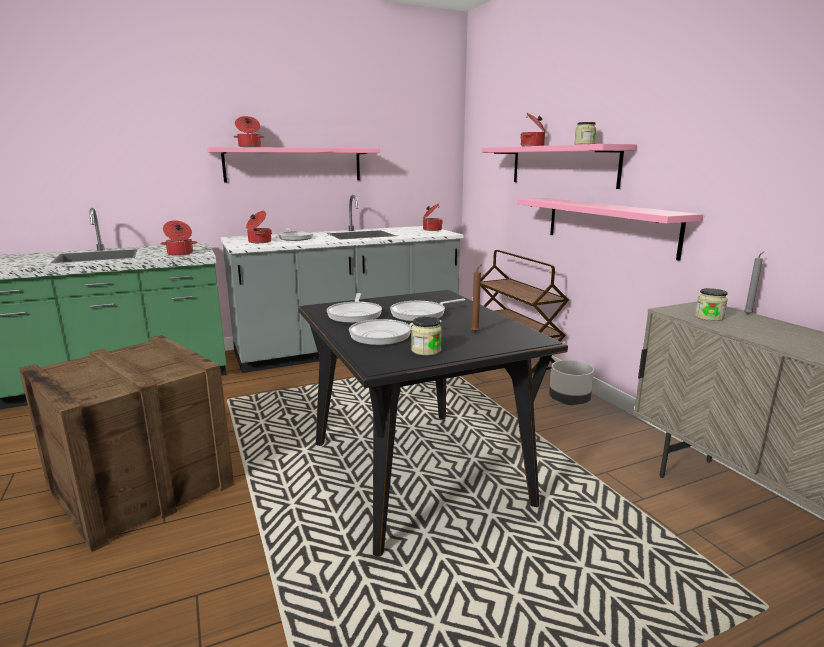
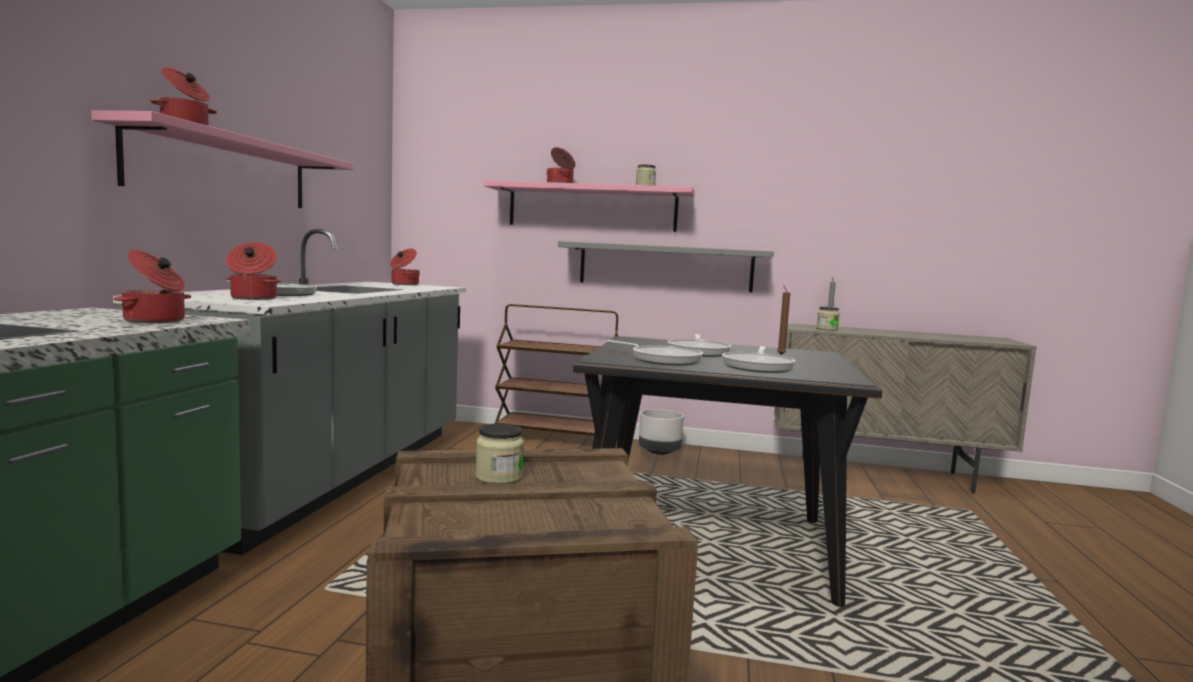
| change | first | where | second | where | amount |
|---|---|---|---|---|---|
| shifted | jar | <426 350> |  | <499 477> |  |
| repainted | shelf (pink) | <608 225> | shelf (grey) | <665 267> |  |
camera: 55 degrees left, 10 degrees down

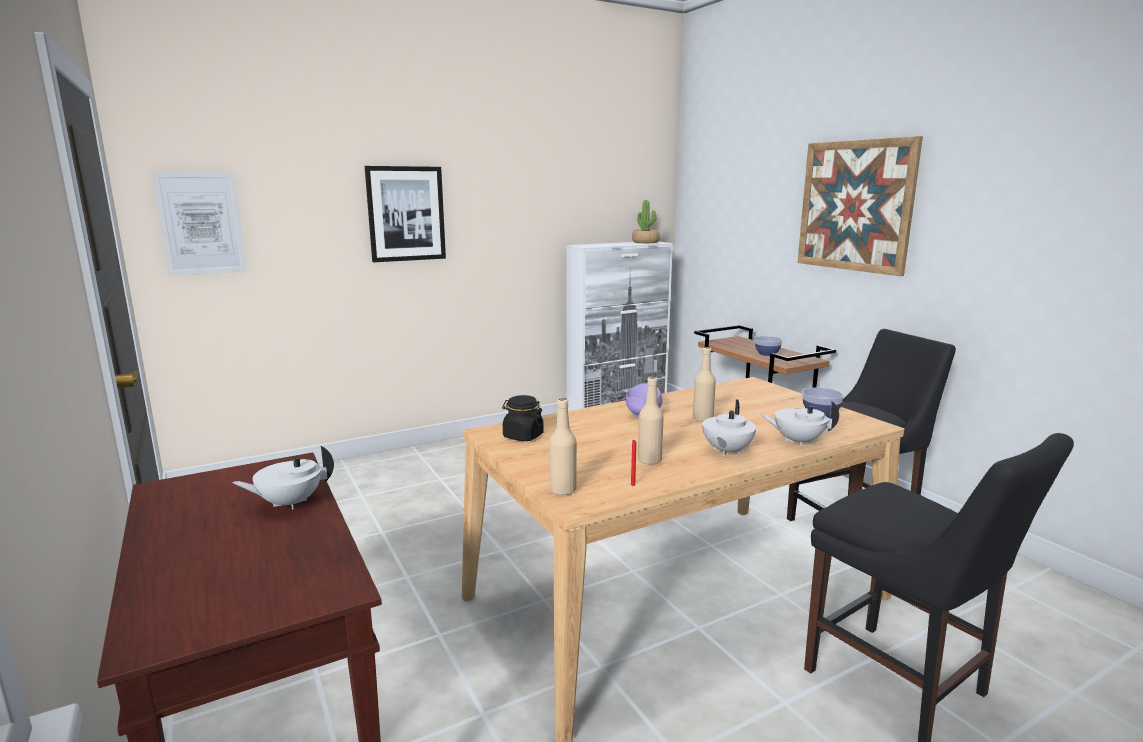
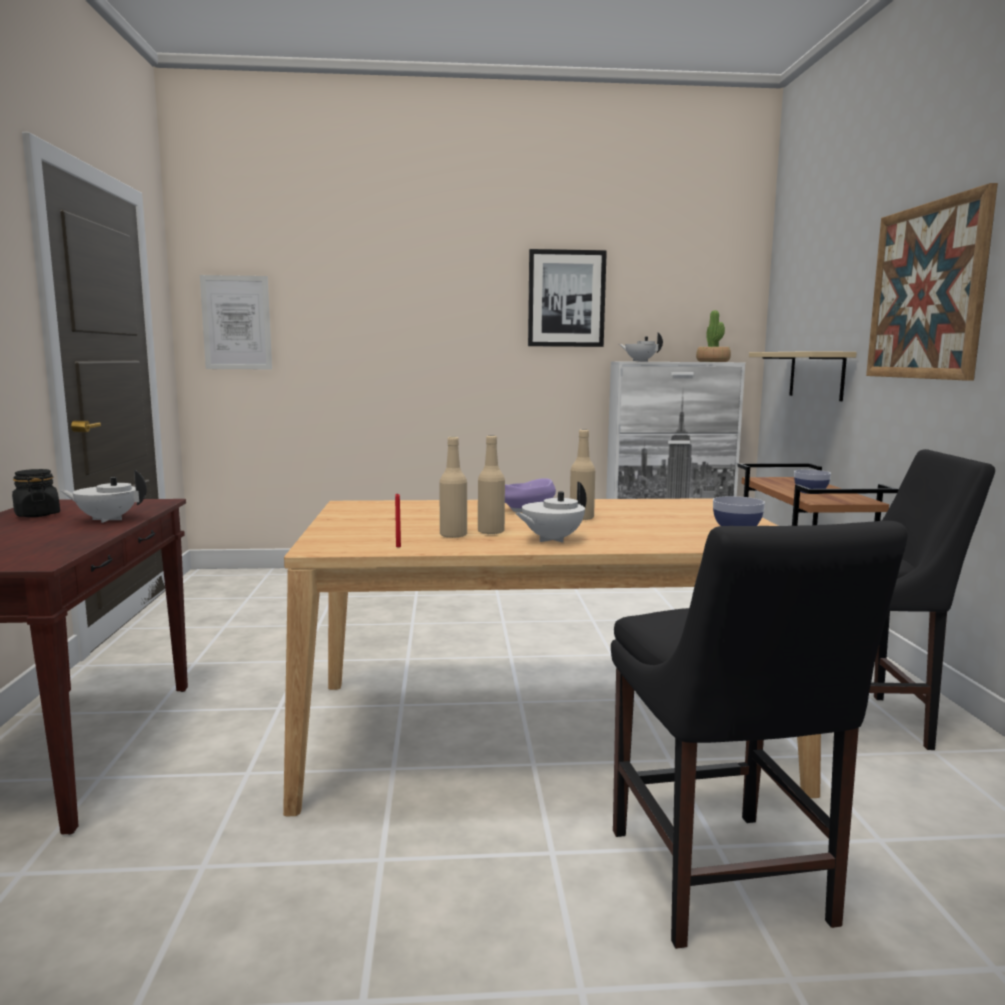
| change | first | where | second | where | amount |
|---|---|---|---|---|---|
| new |  |  | shelf (beige) | <816 375> |  |
| shifted | picture | <406 214> |  | <566 298> |  |
| shifted | jar (black) | <523 436> |  | <37 514> |  |
| shifted | bottle (beige) | <563 490> |  | <491 532> |  |
| shifted | teapot (white) | <797 441> |  | <640 361> |  |
camera: 25 degrees right, 5 degrees down

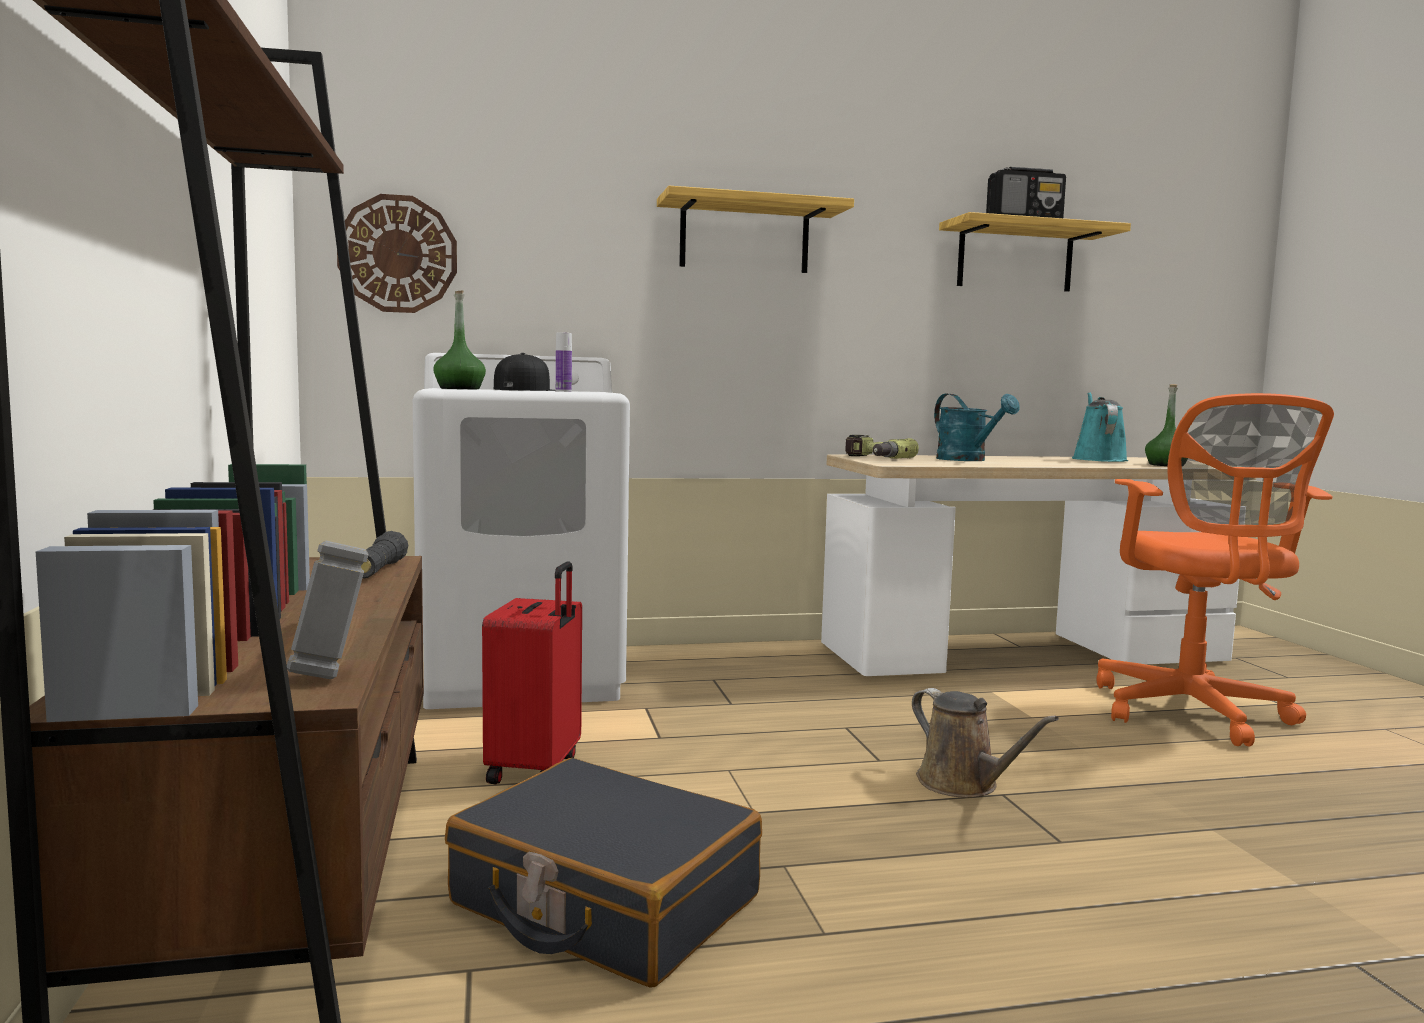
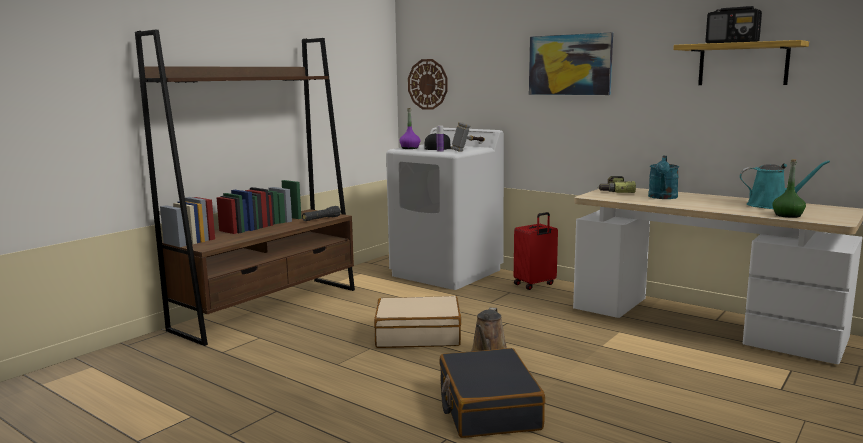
| change | first | where | second | where | amount |
|---|---|---|---|---|---|
| gone | office chair (orange) | <1193 714> |  |  |  |
| new |  |  | suitcase (beige) | <418 335> |  |
| shifted | hammer | <332 651> |  | <469 149> |  |
| shifted | suitcase (black) | <604 902> |  | <487 408> |  |
| shifted | suitcase (red) | <536 769> |  | <535 284> |  |
| swapped | shelf | <744 237> | picture | <570 65> |  |
| repainted | bottle (green) | <459 389> | bottle (purple) | <409 148> |  |
| rotated | watering can (turquoise) | <1098 460> |  | <771 206> | 45 degrees clockwise |
camera: 50 degrees right, 5 degrees up

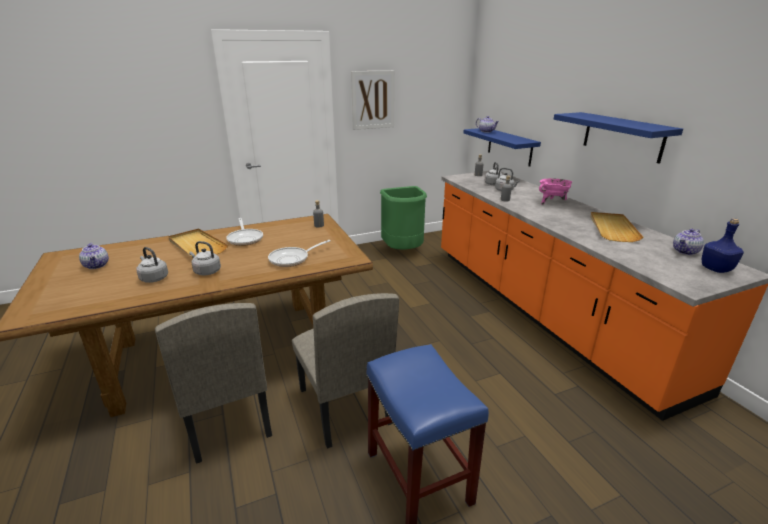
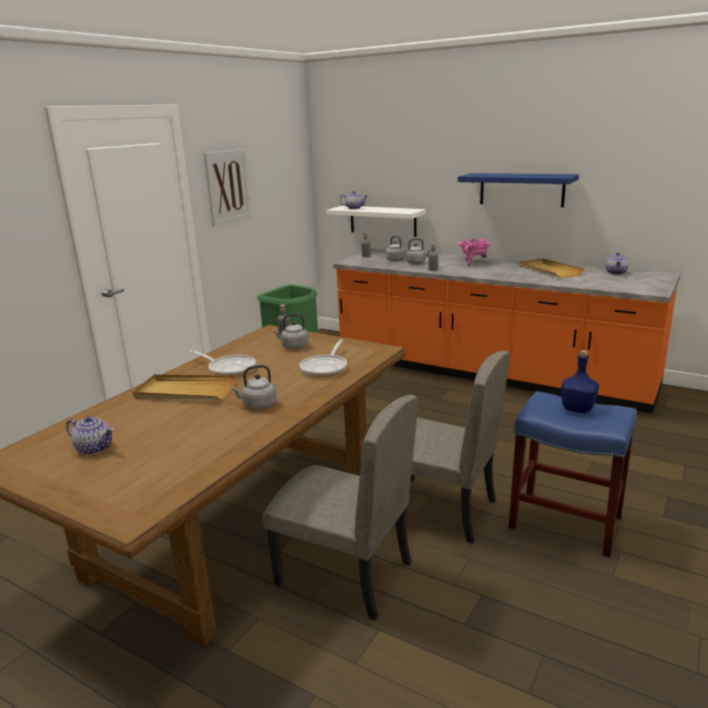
| change | first | where | second | where | amount |
|---|---|---|---|---|---|
| shifted | kettle (grey) | <153 278> |  | <293 346> |  |
| shifted | bottle (blue) | <715 269> |  | <577 409> |  |
| repainted | shelf (blue) | <509 146> | shelf (white) | <383 220> |  |
camera: 35 degrees left, 5 degrees down

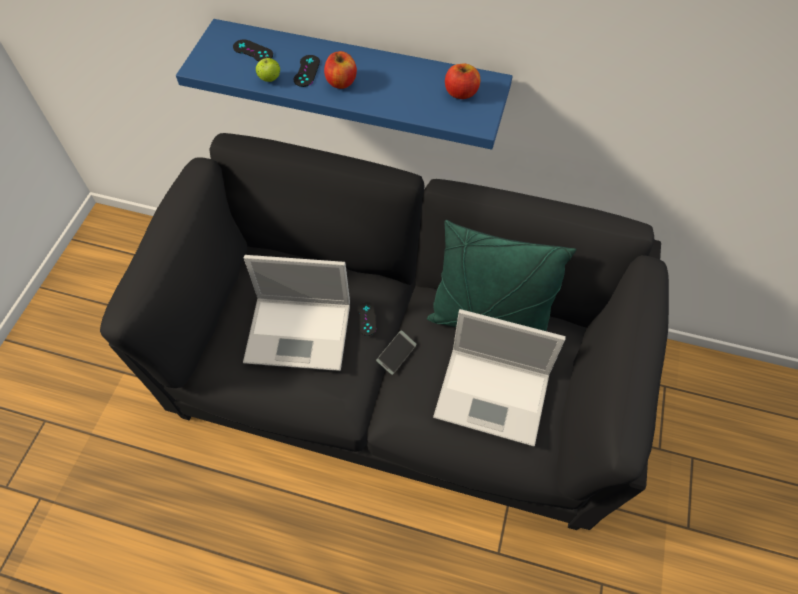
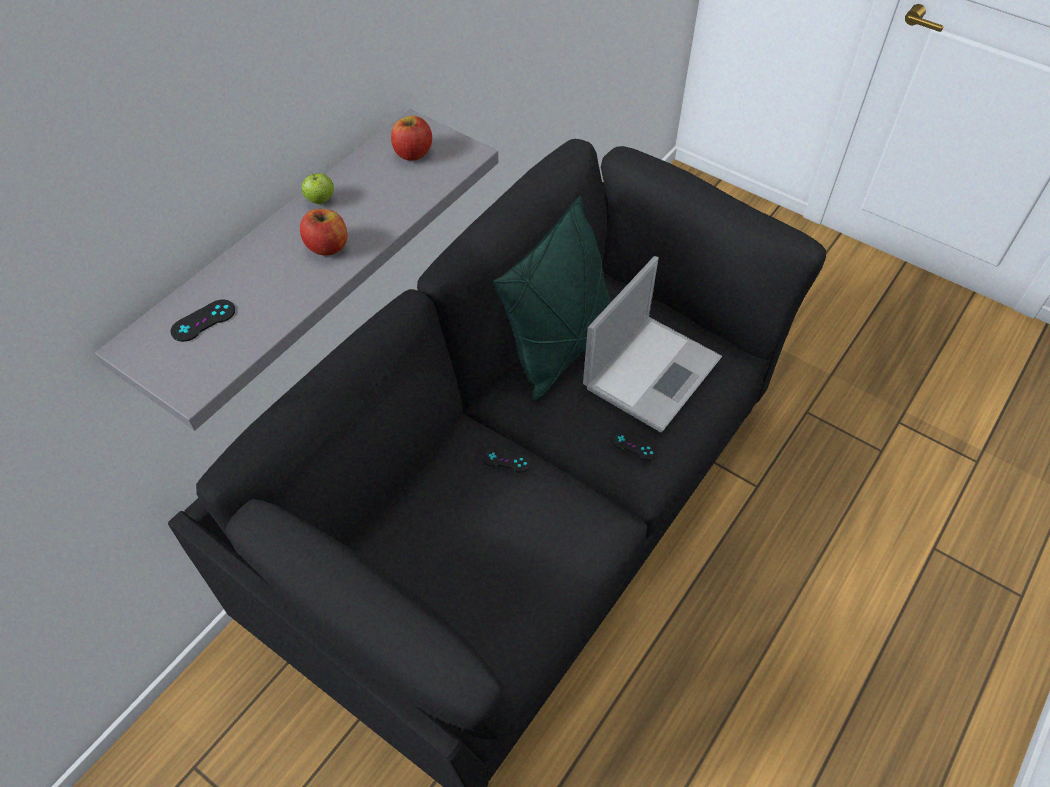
| change | first | where | second | where | amount |
|---|---|---|---|---|---|
| gone | laptop | <300 332> |  |  |  |
| gone | phone | <396 354> |  |  |  |
| shifted | apple | <269 79> |  | <320 200> |  |
| shifted | game controller (black) | <306 71> |  | <634 445> |  |
| repainted | shelf (blue) | <360 76> | shelf (grey) | <281 254> |  |
camera: 70 degrees left, 5 degrees down

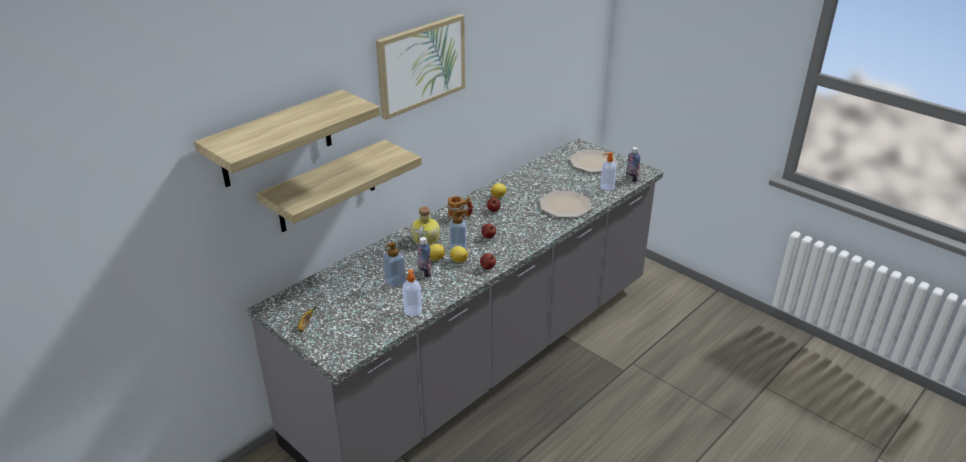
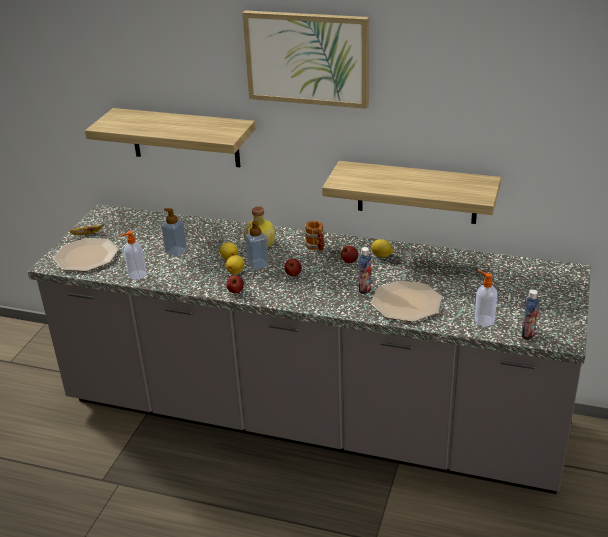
| change | first | where | second | where | amount |
|---|---|---|---|---|---|
| shifted | shelf | <276 139> |  | <416 192> |  |
| shifted | bottle | <425 273> |  | <364 289> |  |
| shifted | plate | <593 162> |  | <86 256> |  |
camera: 65 degrees right, 0 degrees up

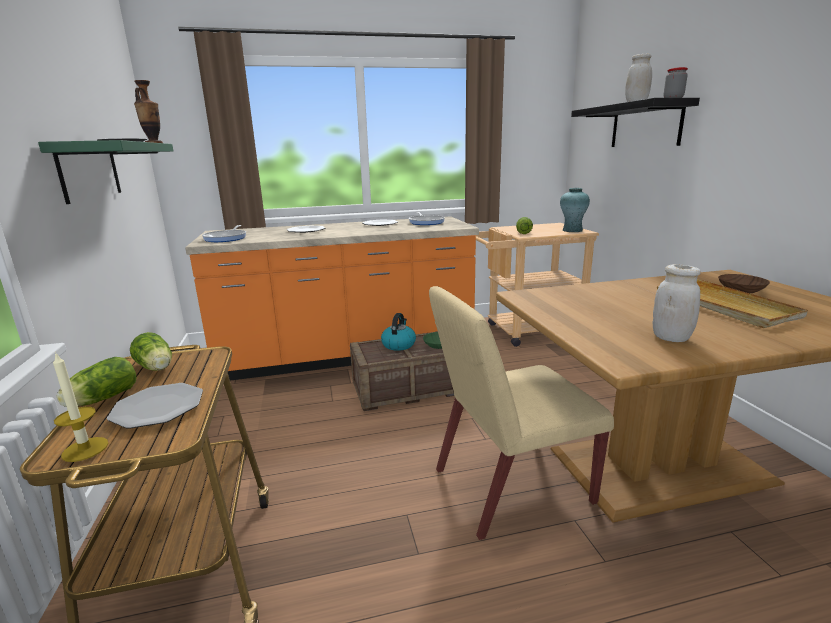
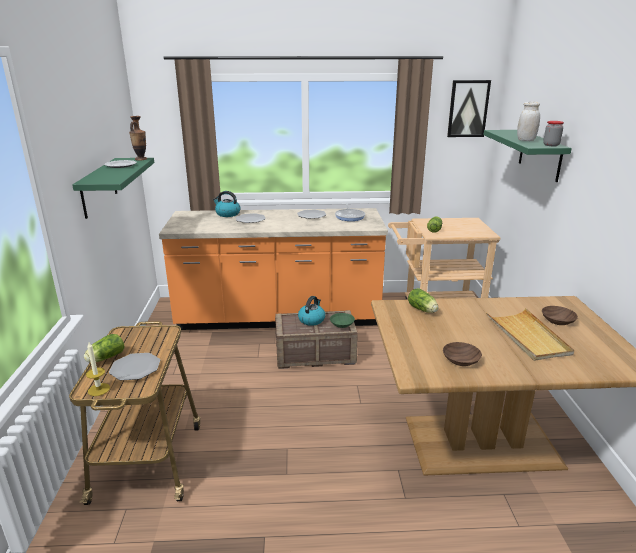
| change | first | where | second | where | amount |
|---|---|---|---|---|---|
| gone | frying pan | <226 238> |  |  |  |
| gone | chair (beige) | <510 487> |  |  |  |
| gone | vase (turquoise) | <572 230> |  |  |  |
| new |  |  | kettle | <227 214> |  |
| new |  |  | picture | <468 108> |  |
| shifted | lettuce | <156 368> |  | <423 310> |  |
| swapped | jar (white) | <671 338> | bowl (brown) | <460 360> |  |
| repainted | shelf (black) | <645 125> | shelf (green) | <540 155> |  |
camera: 10 degrees right, 5 degrees up

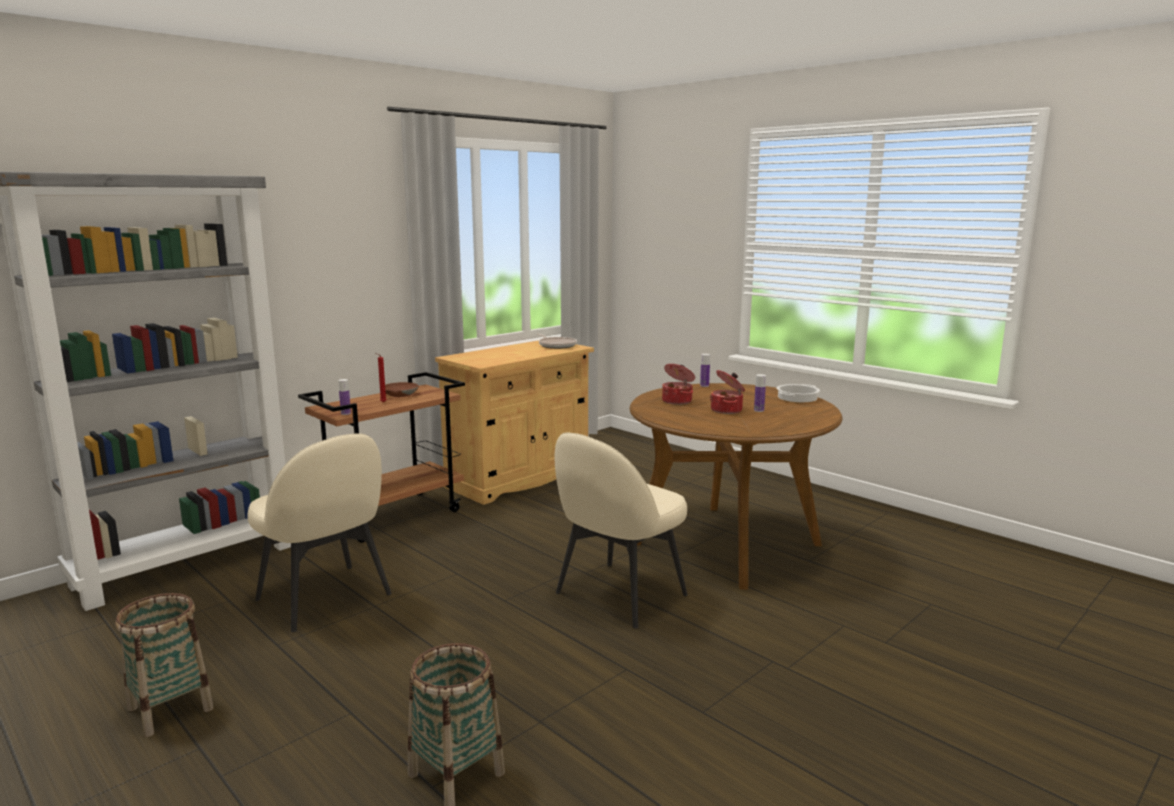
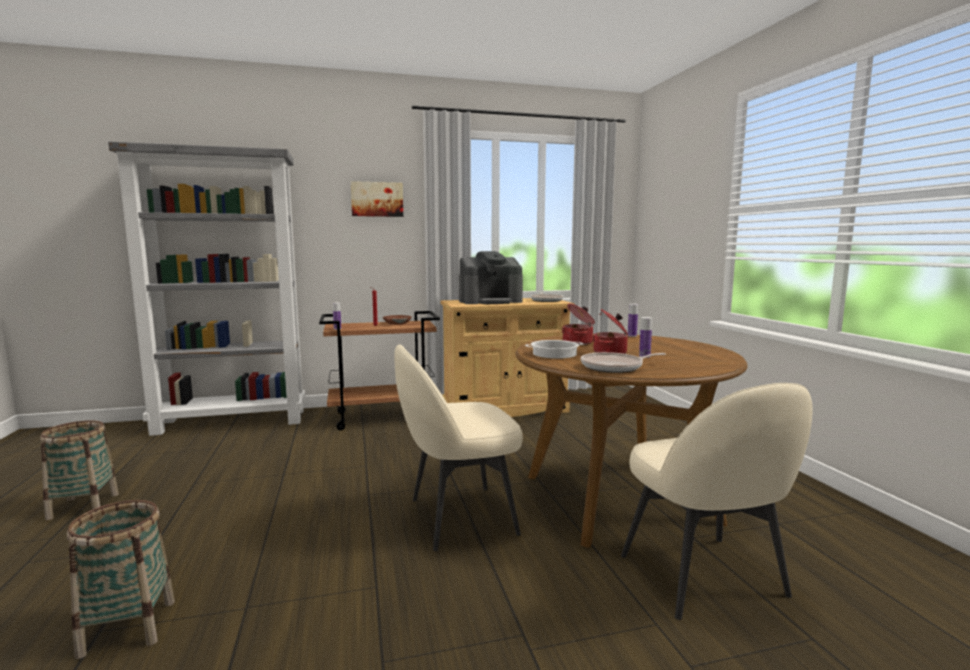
| change | first | where | second | where | amount |
|---|---|---|---|---|---|
| new |  |  | picture | <377 199> |  |
| new |  |  | coffee machine | <490 301> |  |
| new |  |  | frying pan | <614 367> |  |
| shifted | chair (beige) | <325 598> |  | <704 578> |  |
| shifted | cooking pot | <797 397> |  | <554 354> |  |
camera: 30 degrees right, 5 degrees down

